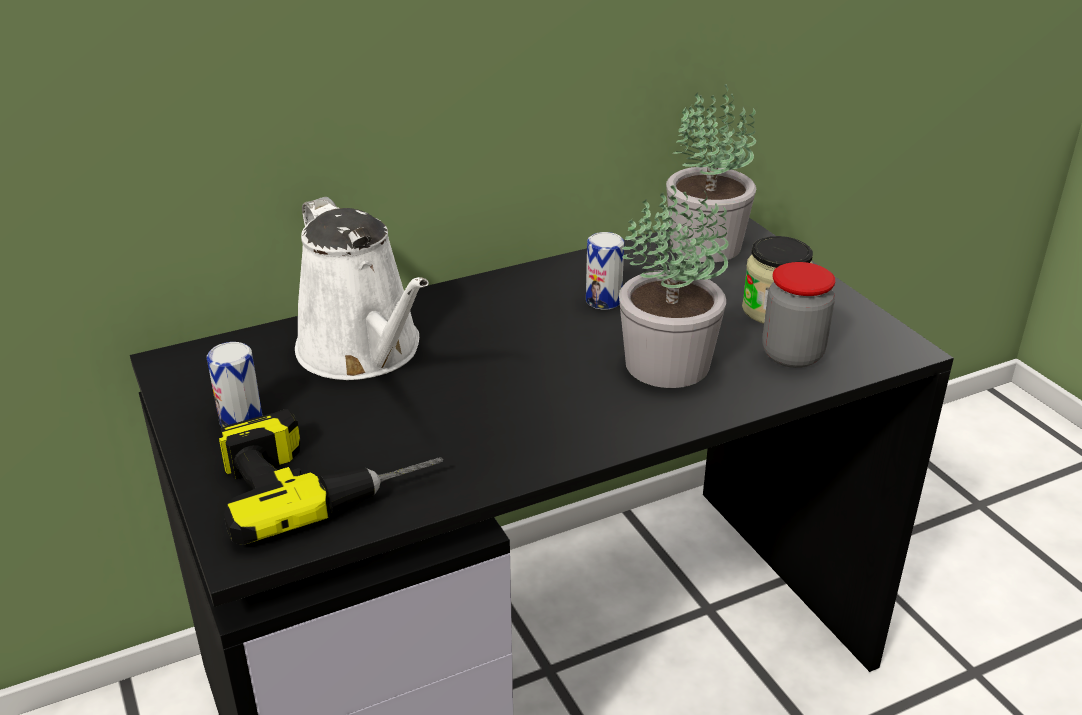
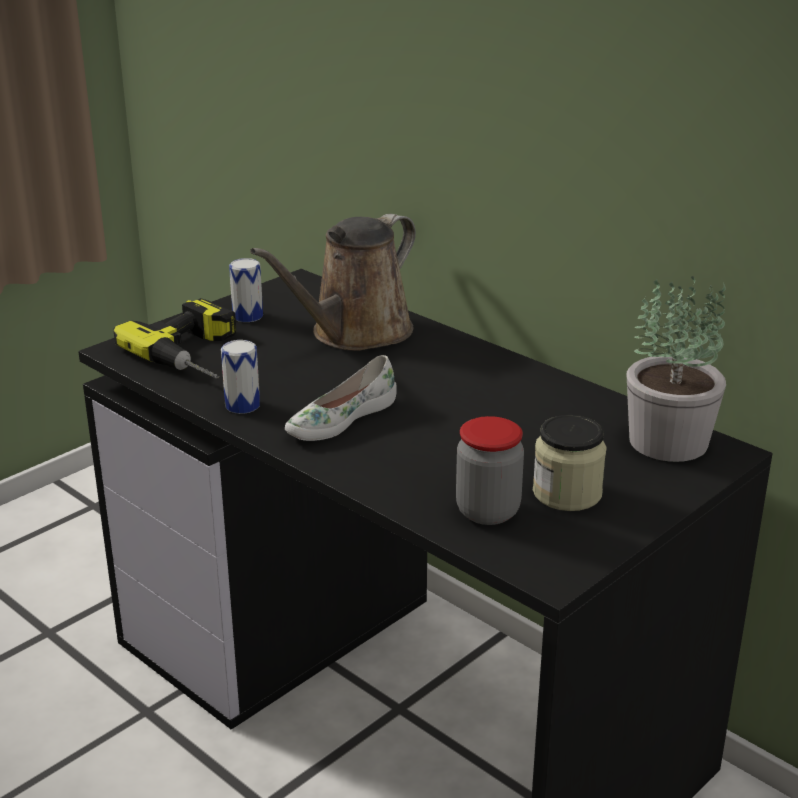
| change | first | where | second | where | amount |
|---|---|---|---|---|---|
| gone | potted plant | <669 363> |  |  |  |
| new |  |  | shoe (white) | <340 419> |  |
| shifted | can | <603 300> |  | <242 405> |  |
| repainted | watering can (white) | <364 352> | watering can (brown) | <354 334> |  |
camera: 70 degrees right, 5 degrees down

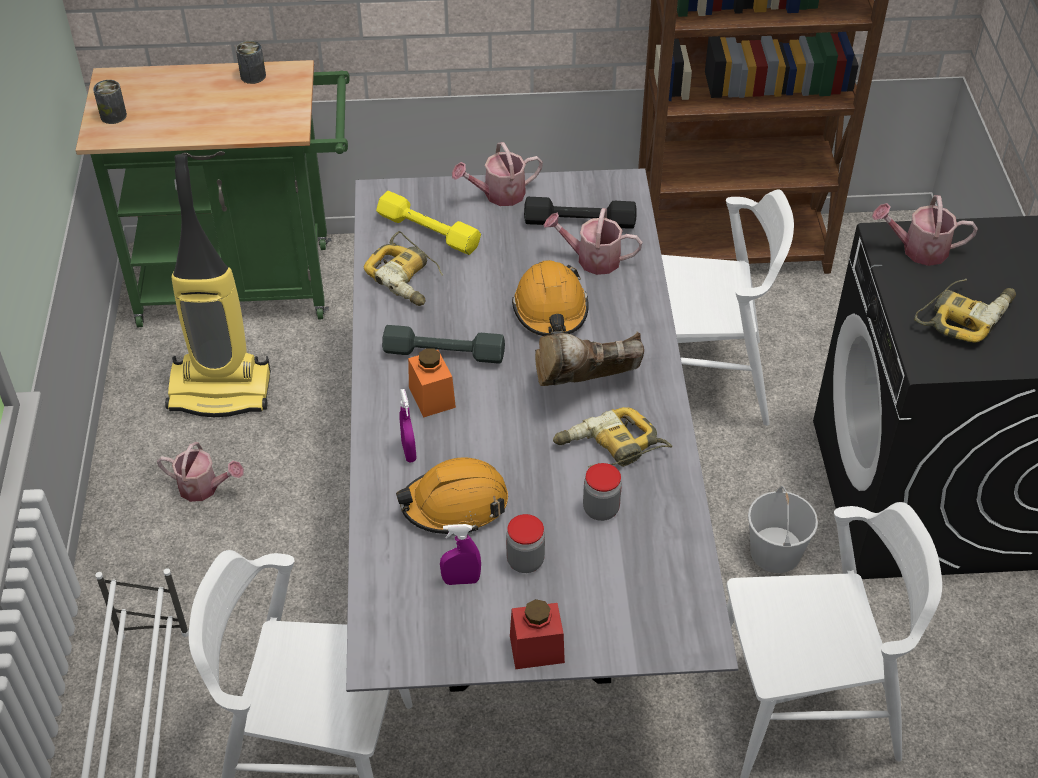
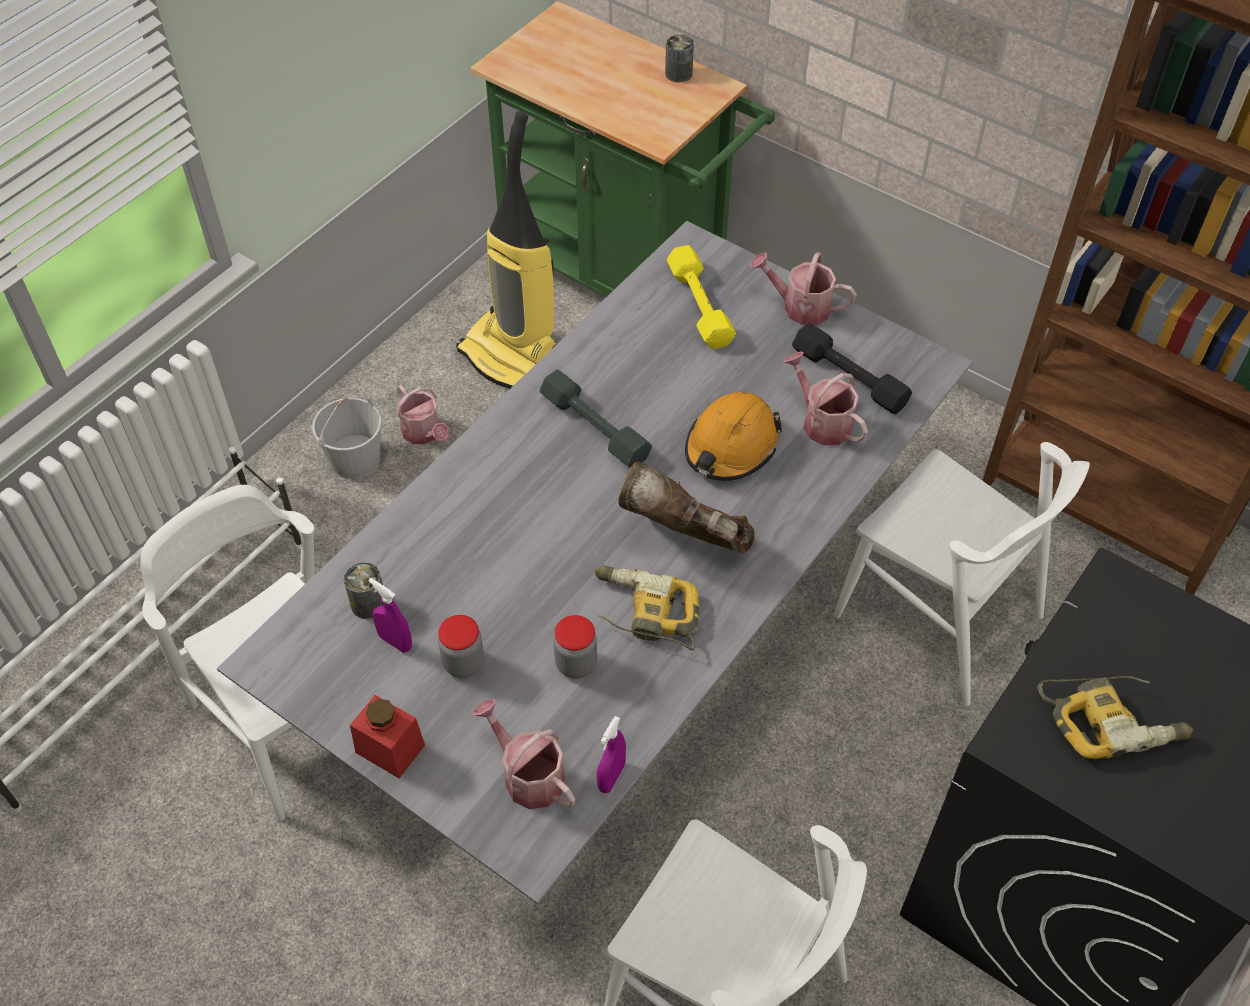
| change | first | where | second | where | amount |
|---|---|---|---|---|---|
| gone | power drill | <408 277> |  |  |  |
| gone | hard hat (orange) | <455 505> |  |  |  |
| gone | jar (orange) | <432 397> |  |  |  |
| shifted | can | <113 116> |  | <368 604> |  |
| shifted | spray bottle (purple) | <409 451> |  | <611 777> |  |
| shifted | bucket (white) | <775 551> |  | <355 458> |  |
| shifted | watering can | <918 250> |  | <528 775> |  |
camera: 40 degrees right, 5 degrees up

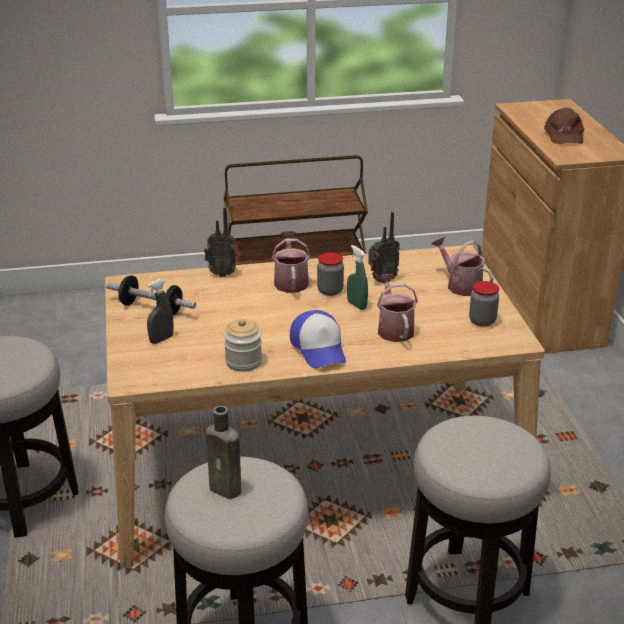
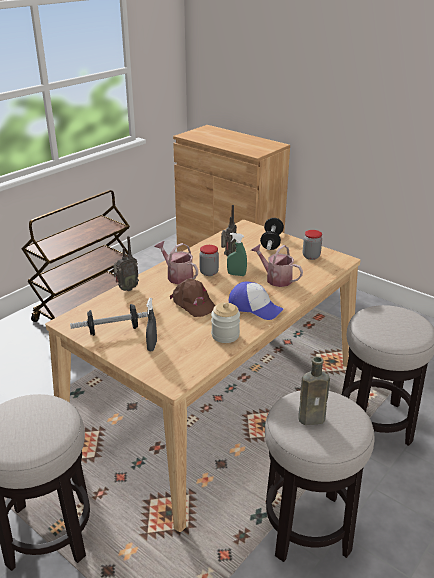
| change | first | where | second | where | amount |
|---|---|---|---|---|---|
| shifted | cap (brown) | <563 135> |  | <193 303> |  |
| swapped | watering can | <460 285> | dumbbell | <271 242> |  |
camera: 40 degrees left, 0 degrees up

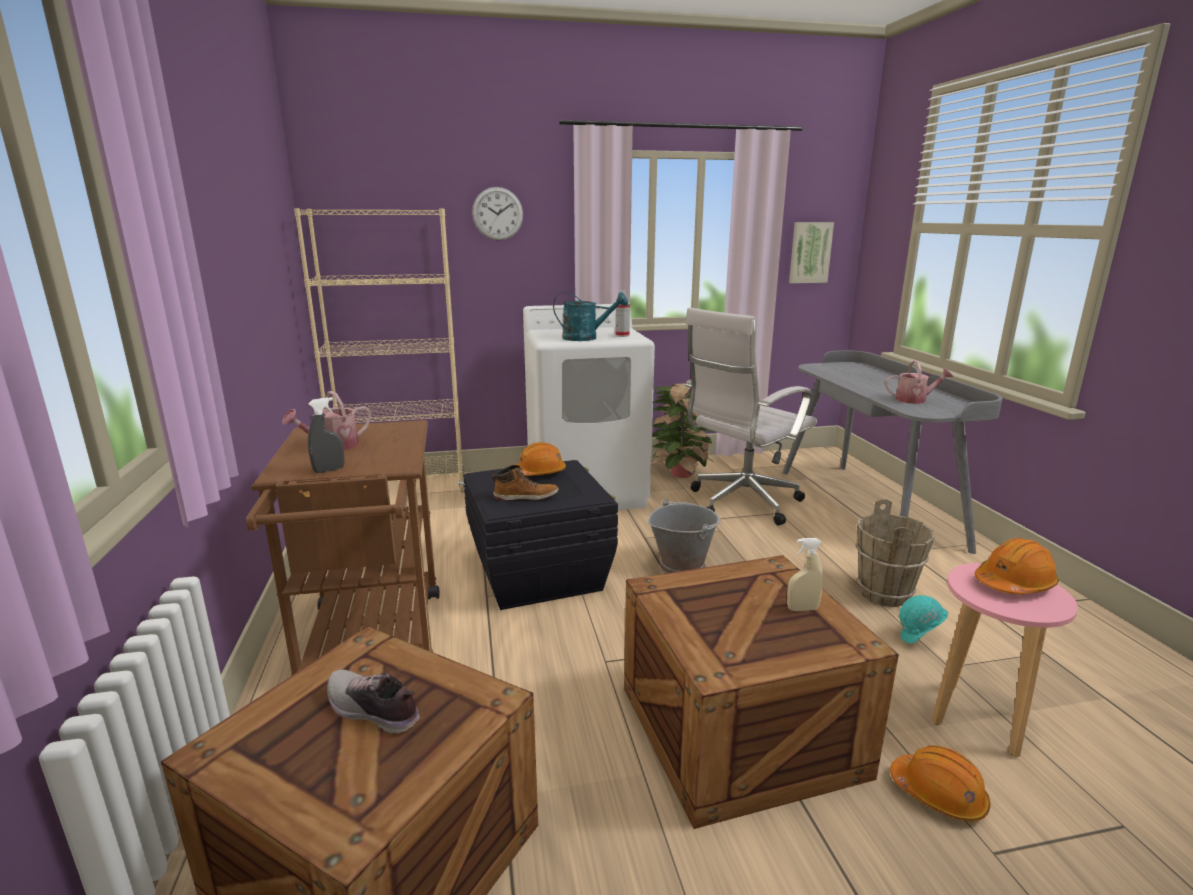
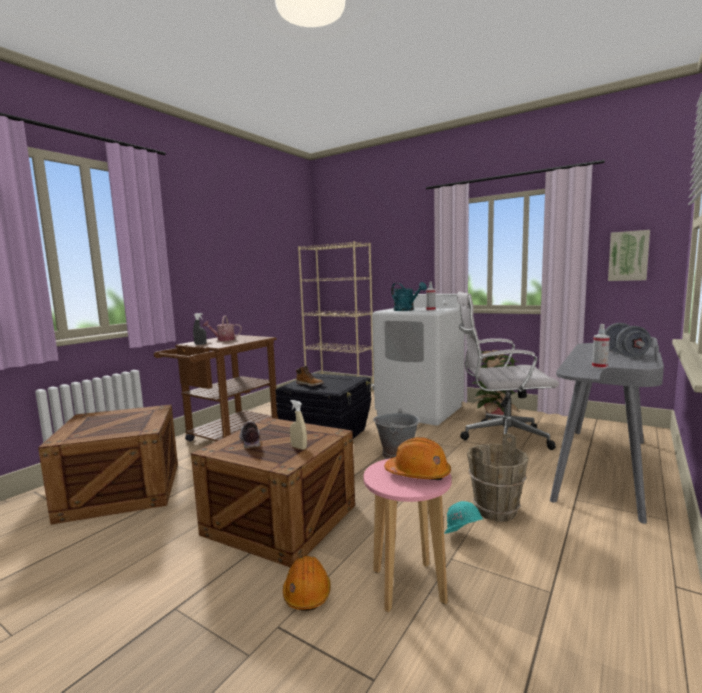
| change | first | where | second | where | amount |
|---|---|---|---|---|---|
| gone | wall clock | <497 214> |  |  |  |
| gone | hard hat (orange) | <539 473> |  |  |  |
| new |  |  | dumbbell (grey) | <624 355> |  |
| shifted | shoe | <372 711> |  | <250 440> |  |
| swapped | watering can | <914 400> | spray bottle | <599 367> |  |
camera: 45 degrees right, 10 degrees down

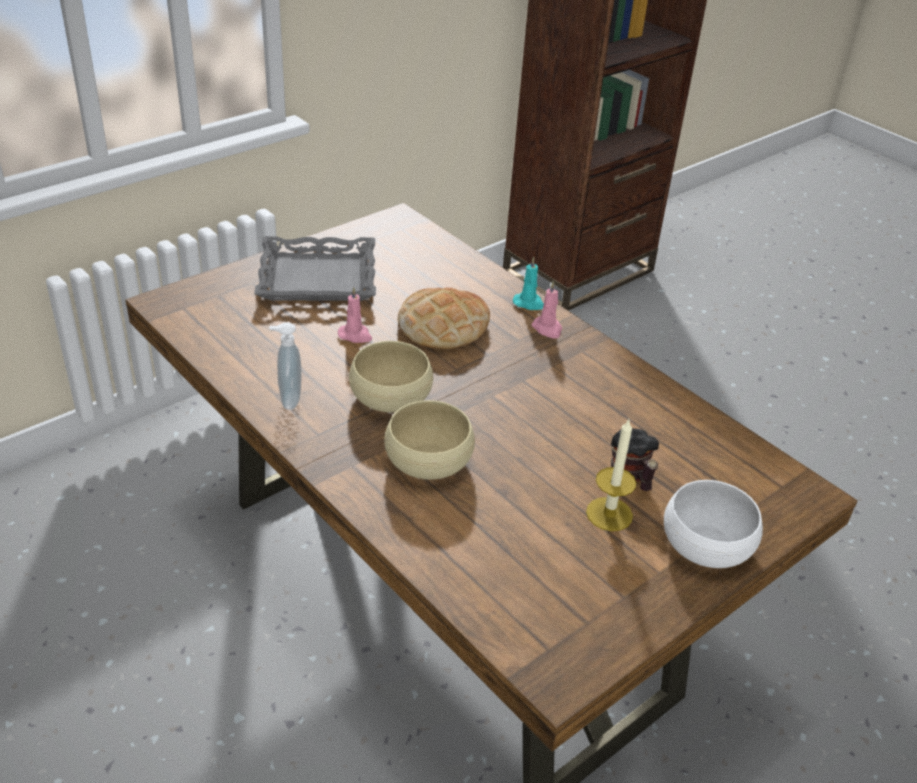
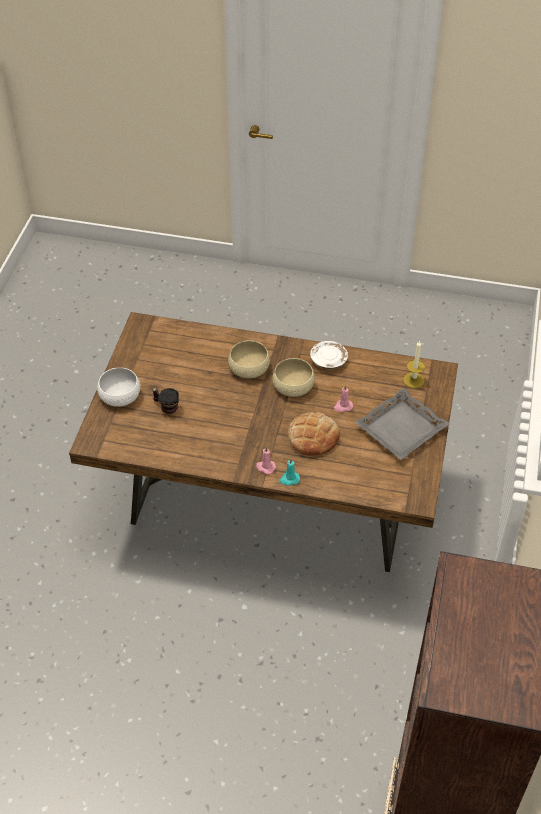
| change | first | where | second | where | amount |
|---|---|---|---|---|---|
| shifted | candle | <609 514> |  | <413 380> |  |
| swapped | soap dispenser | <288 400> | plate (white) | <328 360> |  |
camera: 145 degrees right, 10 degrees up

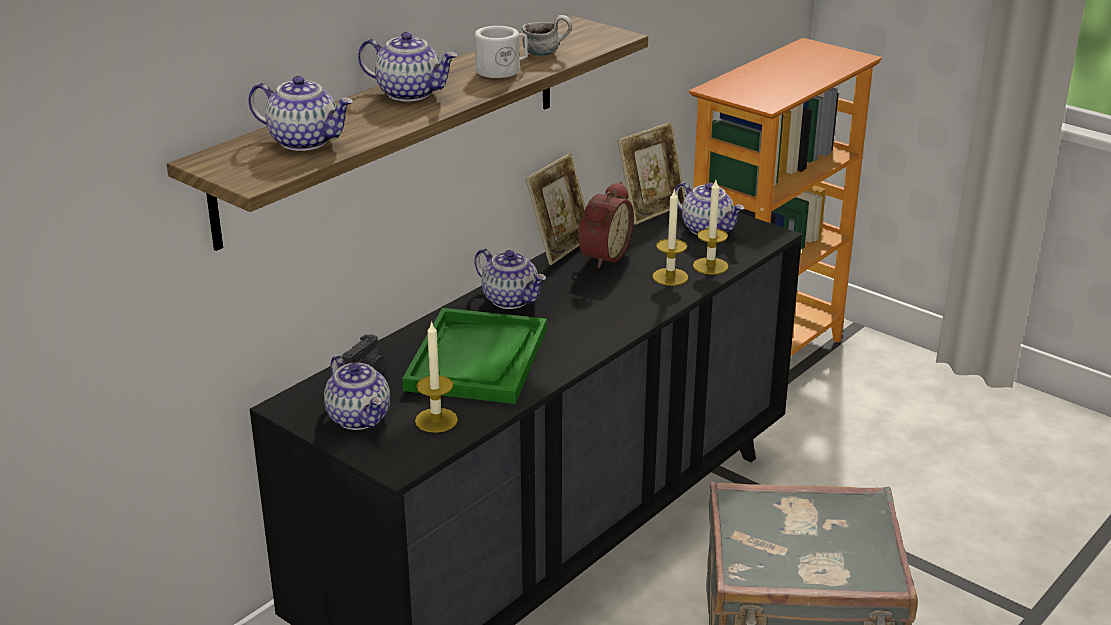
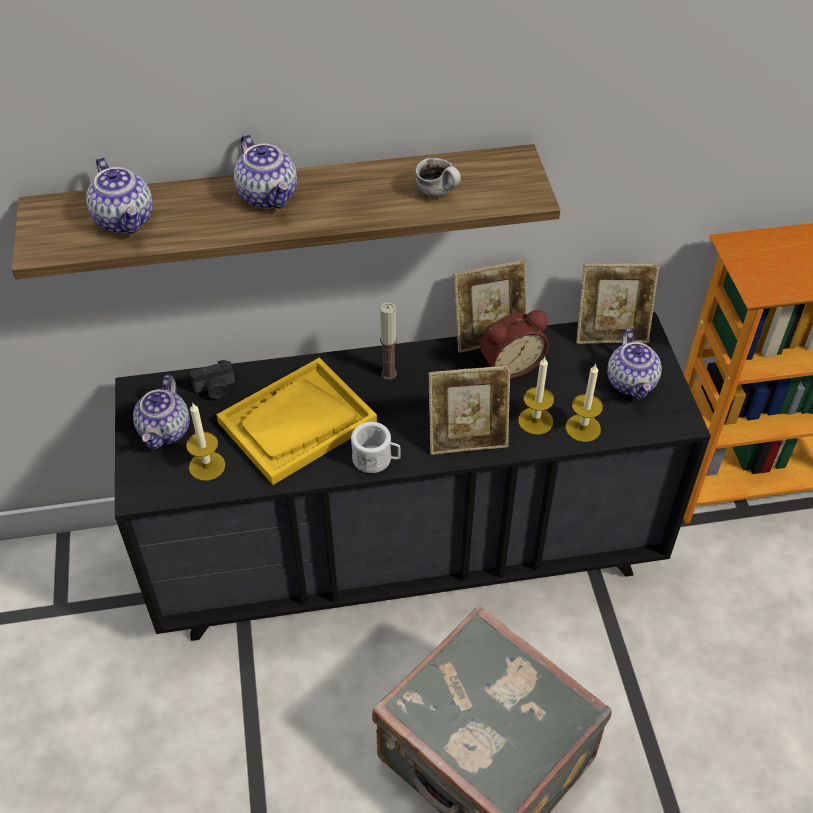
| change | first | where | second | where | amount |
|---|---|---|---|---|---|
| new |  |  | picture frame | <467 439> |  |
| shifted | mug (white) | <502 70> |  | <376 459> |  |
| swapped | teapot | <511 299> | candle | <388 373> |  |
| repainted | tray (green) | <477 360> | tray (yellow) | <297 423> |  |
camera: 40 degrees right, 20 degrees up

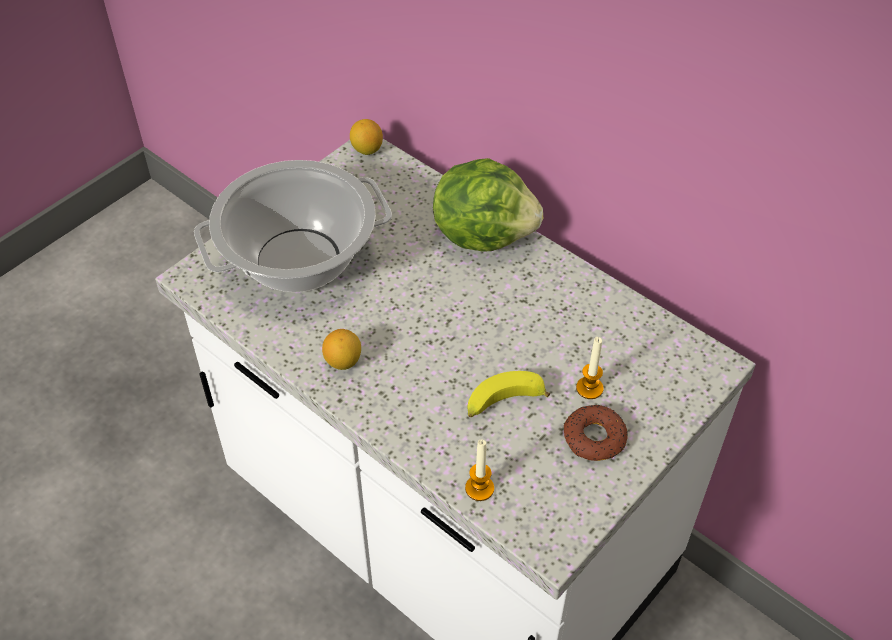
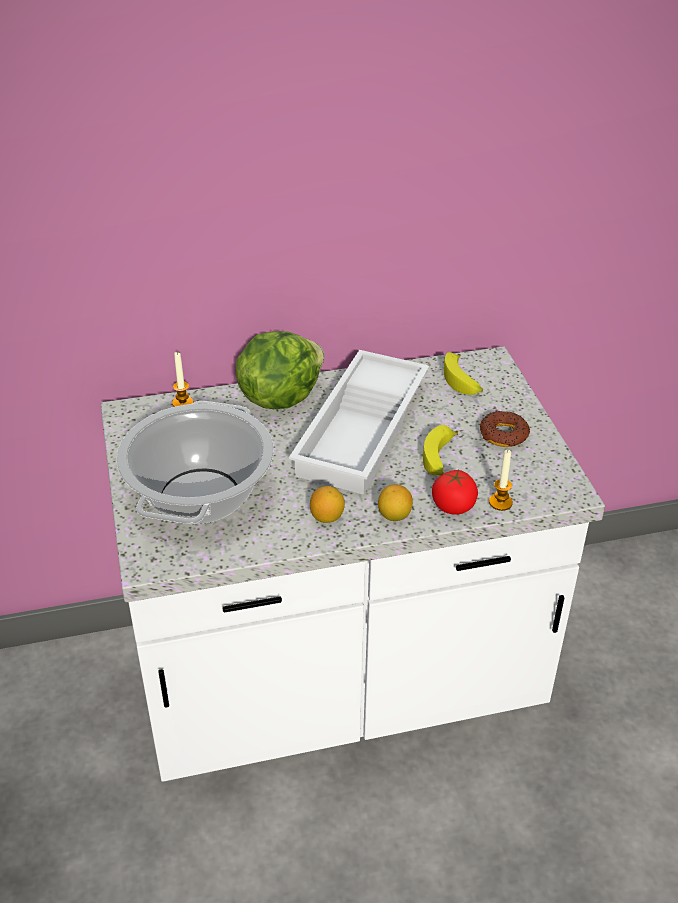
| change | first | where | second | where | amount |
|---|---|---|---|---|---|
| new |  |  | tray (white) | <364 431> |  |
| new |  |  | tomato | <453 506> |  |
| new |  |  | banana | <462 381> |  |
| shifted | lemon | <367 150> |  | <394 516> |  |
| shifted | candle | <589 388> |  | <182 403> |  |
camera: 55 degrees left, 10 degrees down

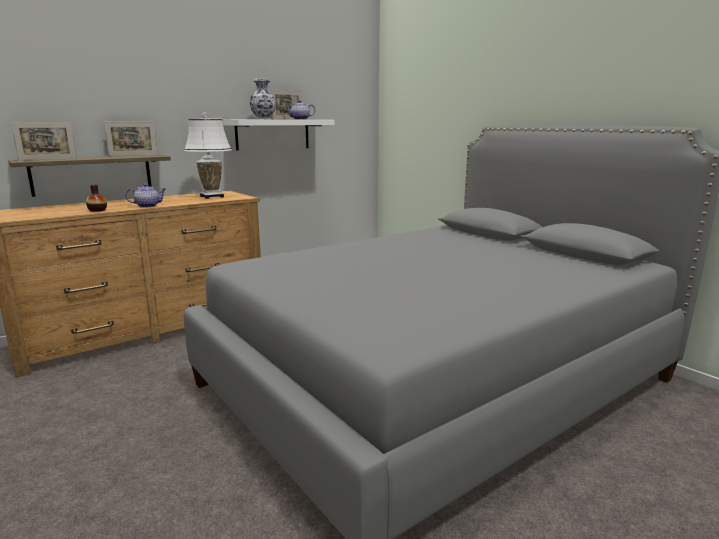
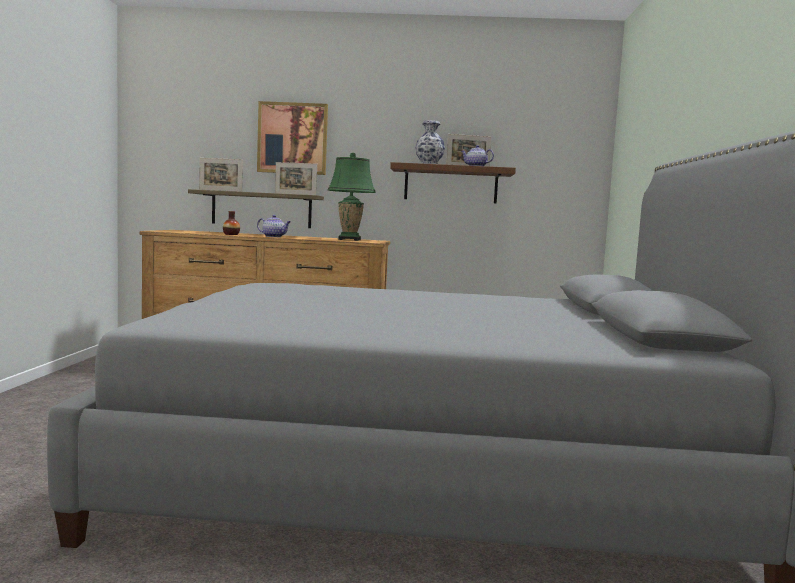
| change | first | where | second | where | amount |
|---|---|---|---|---|---|
| new |  |  | picture | <292 138> |  |
| repainted | table lamp (white) | <211 197> | table lamp (green) | <349 239> |  |
| repainted | shelf (white) | <273 134> | shelf (brown) | <451 184> |  |
camera: 40 degrees right, 10 degrees down

